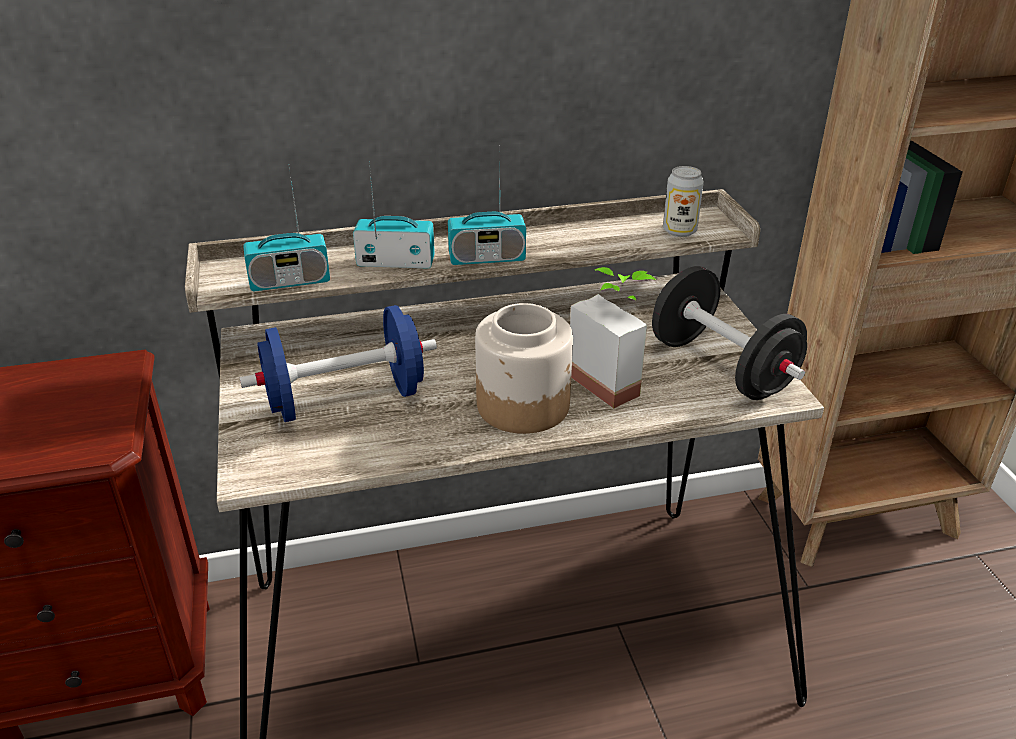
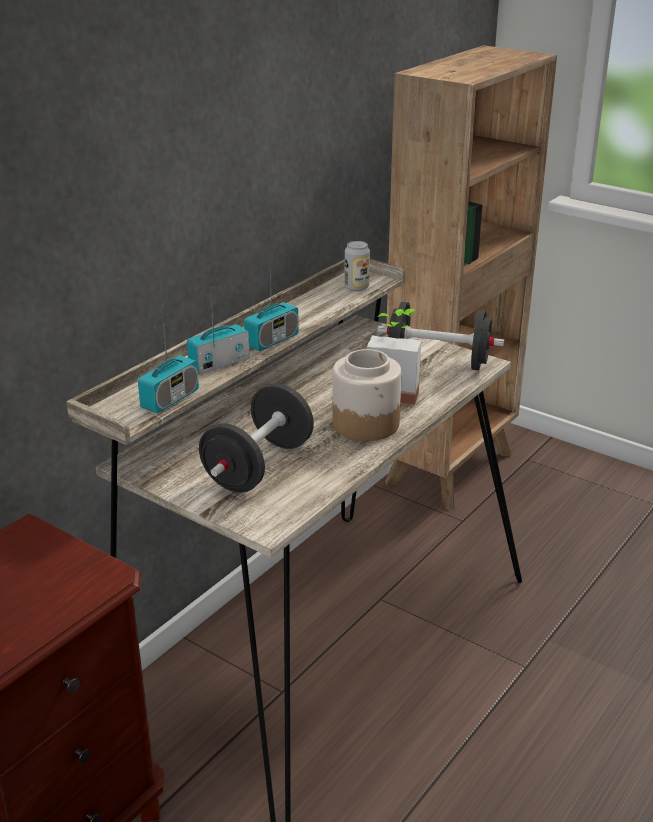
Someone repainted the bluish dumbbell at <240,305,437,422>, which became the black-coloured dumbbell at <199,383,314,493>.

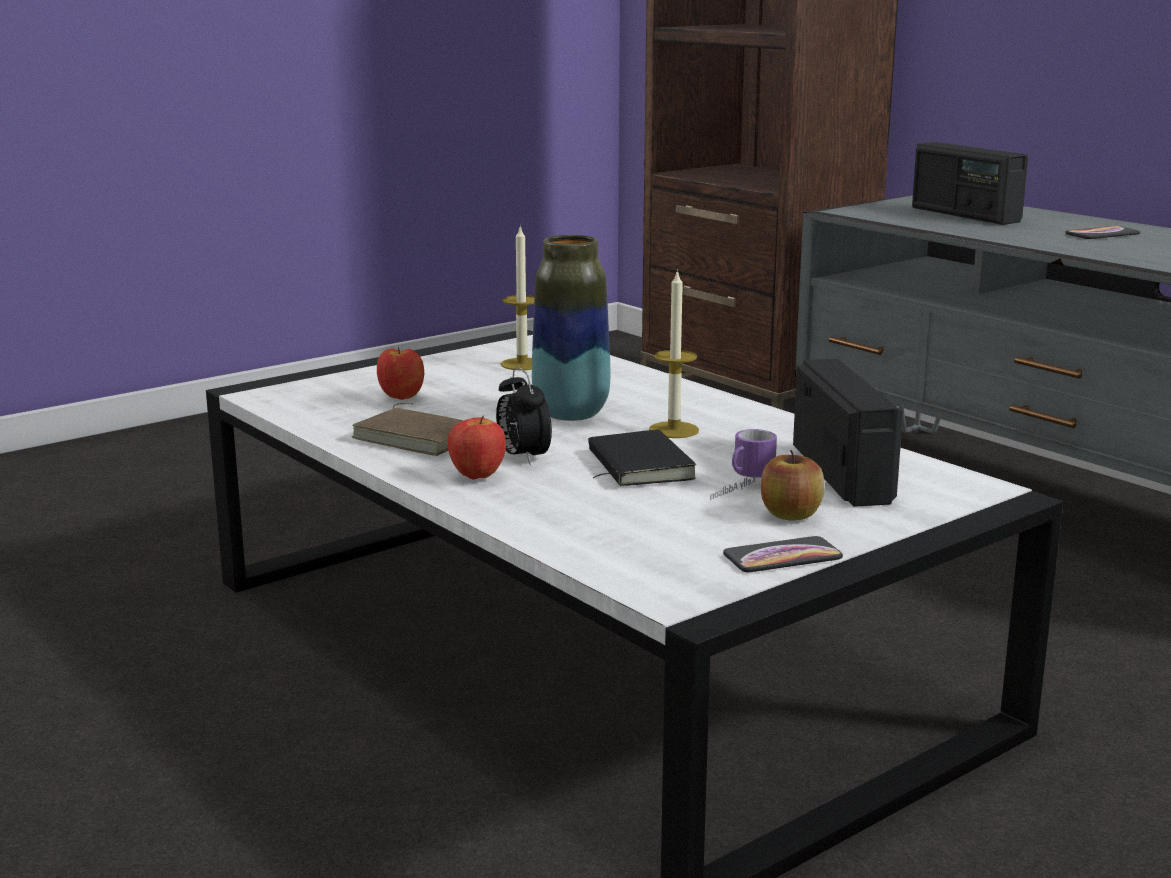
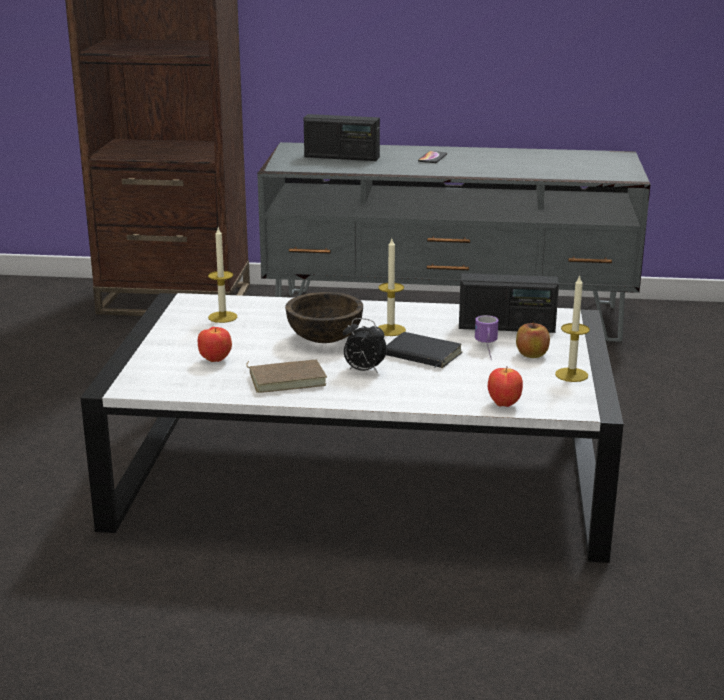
Someone carried the apple fruit from <448,415,506,480> to <488,367,523,407>. Someone swapped the vase at <532,235,611,421> for the brown bowl at <285,292,363,343>. Someone swapped the telephone at <723,536,843,572> for the candle at <555,275,590,382>. Someone rotated the radio at <793,359,903,507> by 150 degrees clockwise.

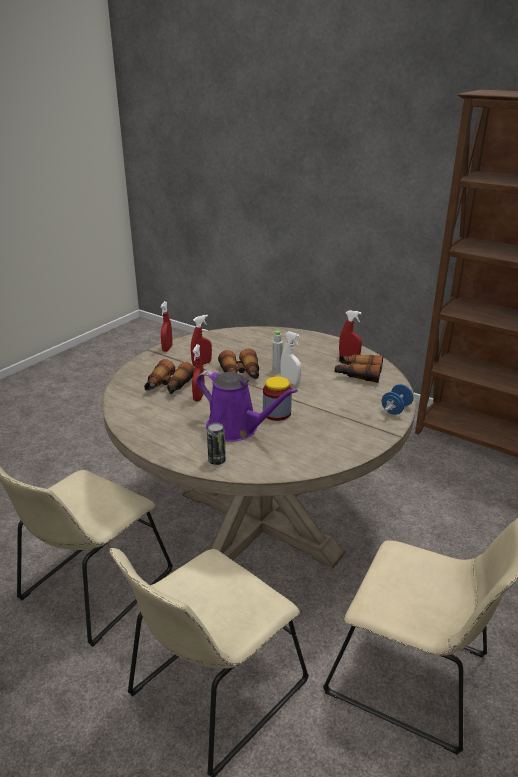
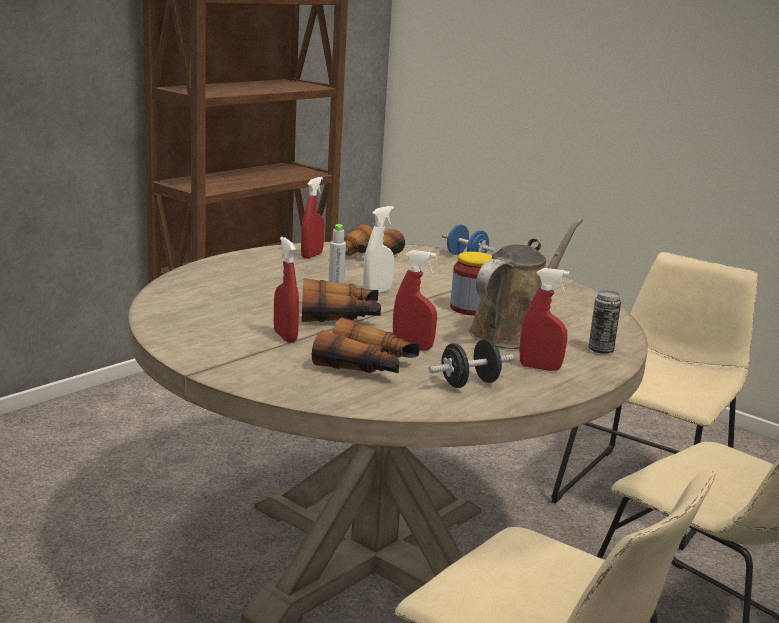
Someone carried the reddish sprayer from <160,301,173,352> to <519,268,570,371>. Someone repainted the purplish watering pot at <197,370,297,442>, which became the brown watering pot at <469,218,583,349>. Someone put down the black-coloured dumbbell at <429,339,514,388>.

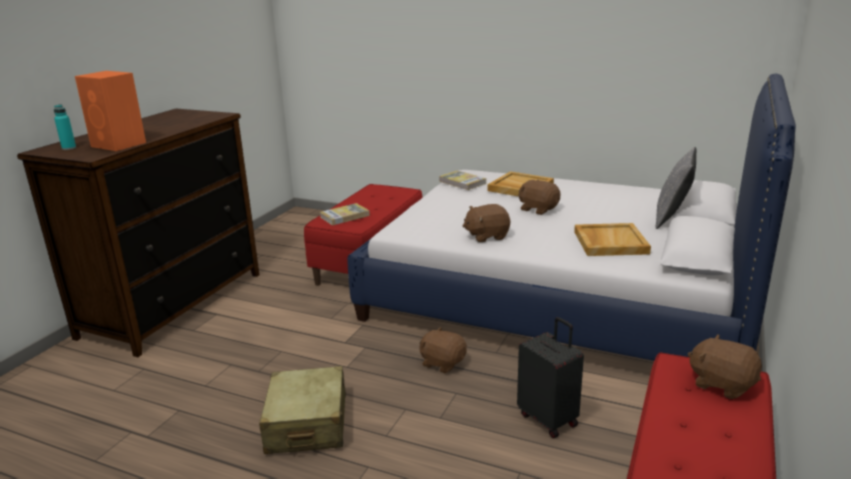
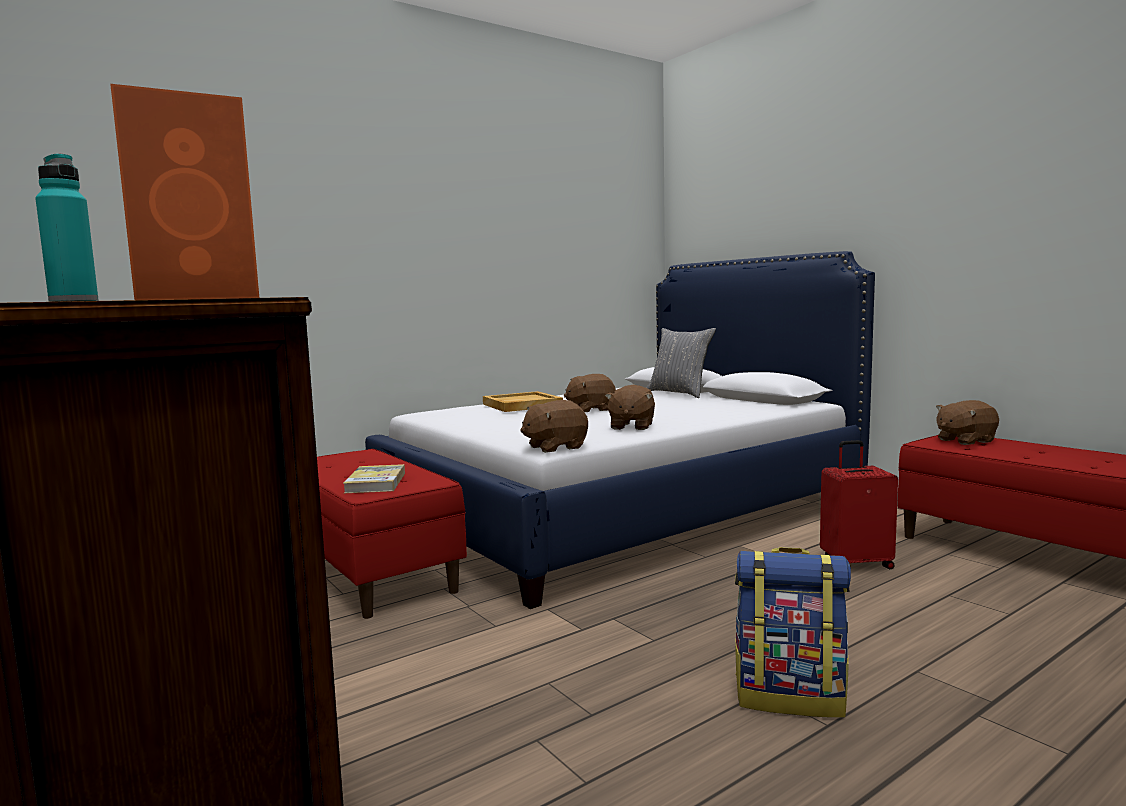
Someone swapped the sand-coloured piece of luggage at <259,366,346,454> for the rucksack at <735,547,851,717>. Someone carried the brown plush toy from <419,327,467,373> to <520,400,588,453>. Someone took away the book at <439,171,486,190>. Someone repainted the black-coloured piece of luggage at <517,317,584,438>, which became the reddish piece of luggage at <820,440,898,569>. Someone took away the sand-coloured carrying tray at <574,223,651,256>.

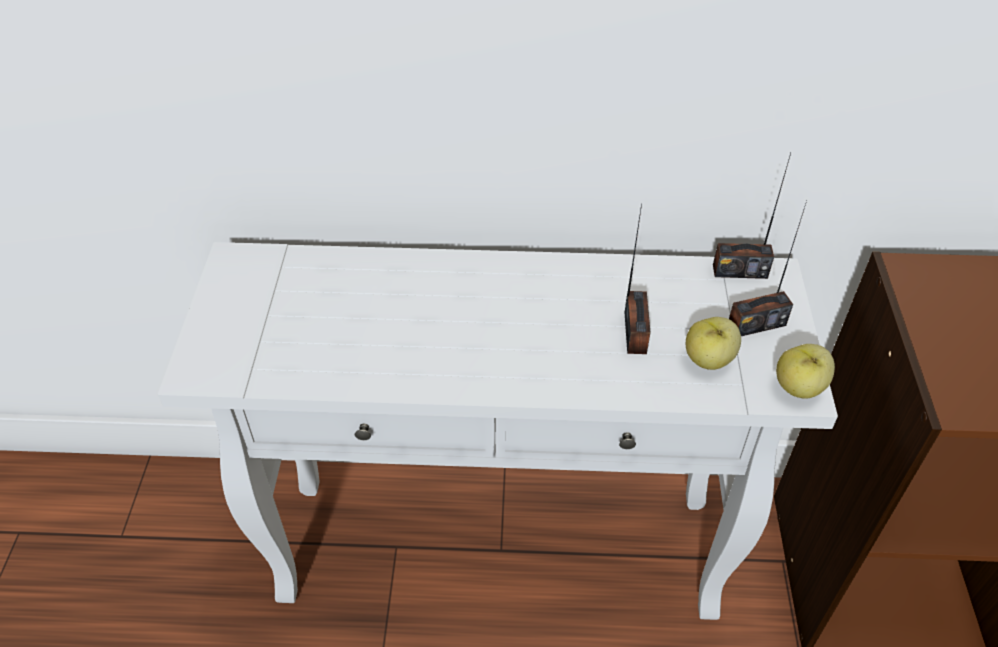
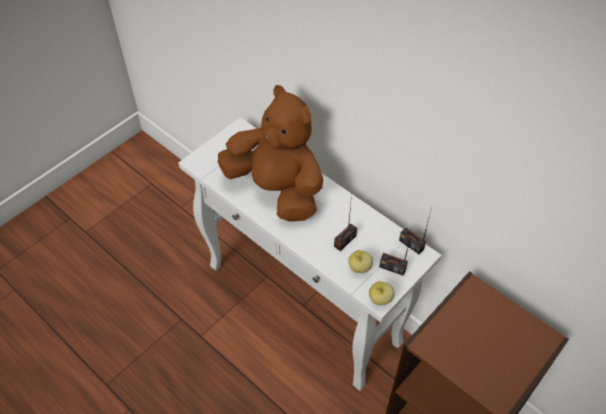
Someone put down the brown plush toy at <218,85,323,222>.

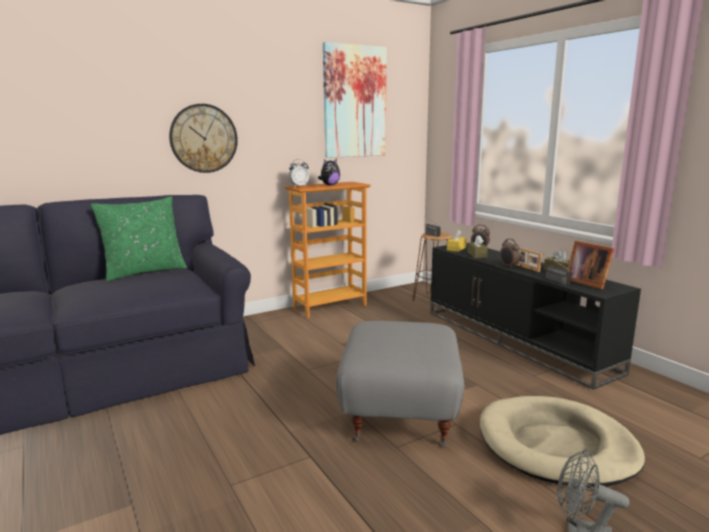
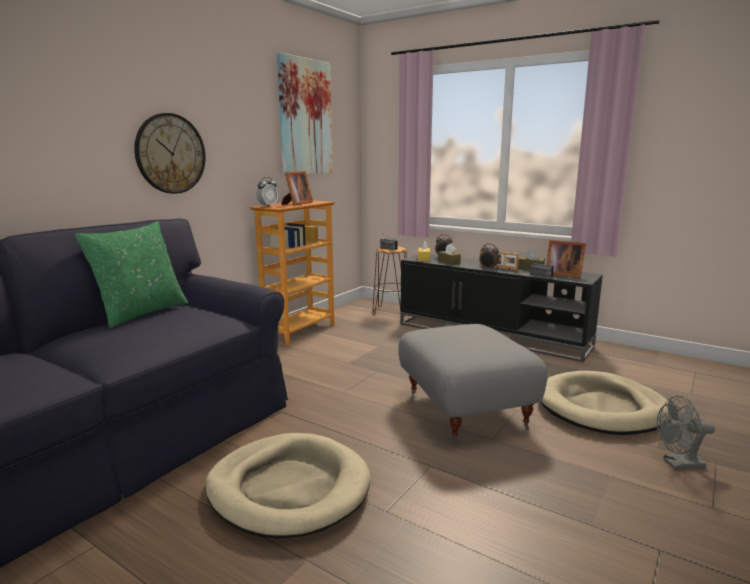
Someone swapped the plush toy at <318,158,340,186> for the photo frame at <281,171,313,206>. Someone put down the sand-coloured pet bed at <205,433,371,538>.

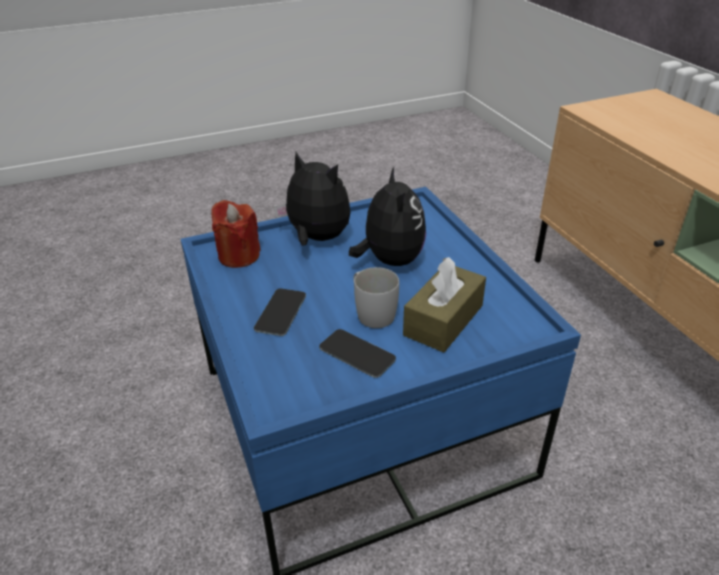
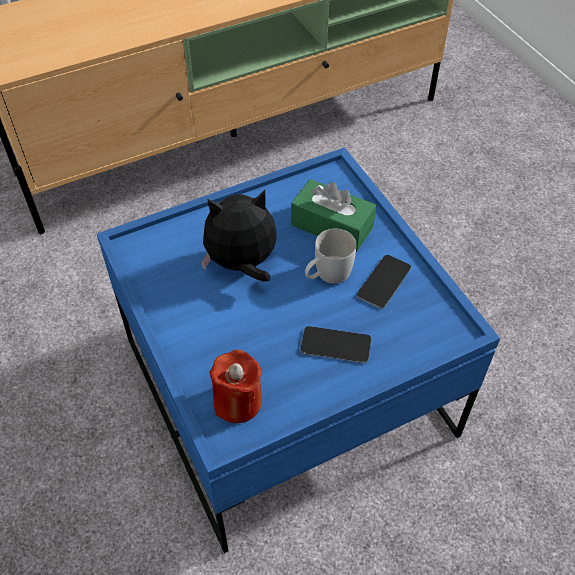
Someone took away the plush toy at <274,152,351,246>. Someone repainted the brown tissue box at <403,257,486,353>, which became the green tissue box at <291,179,376,252>.

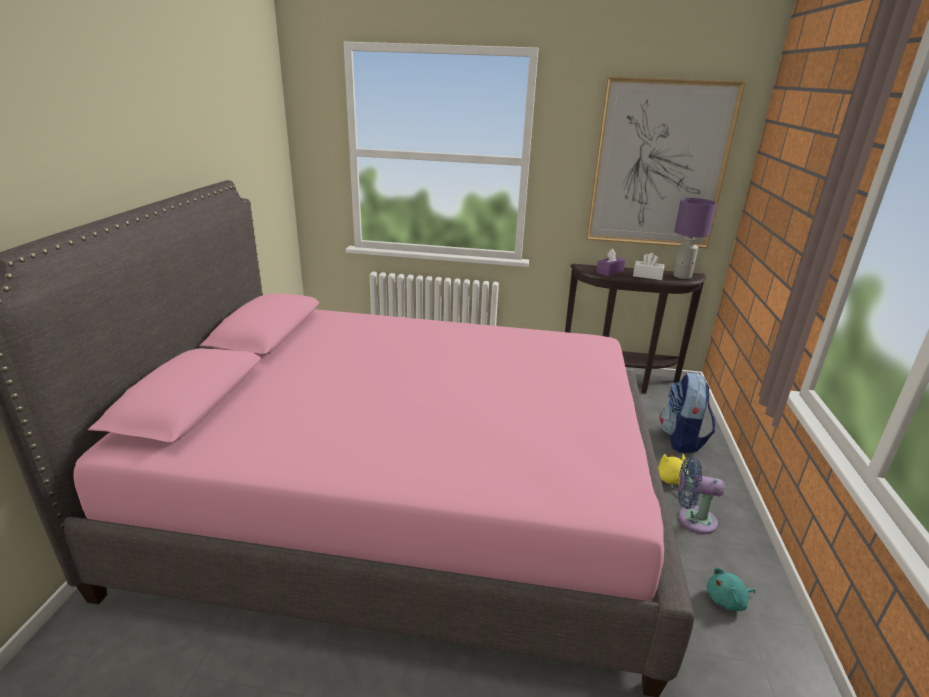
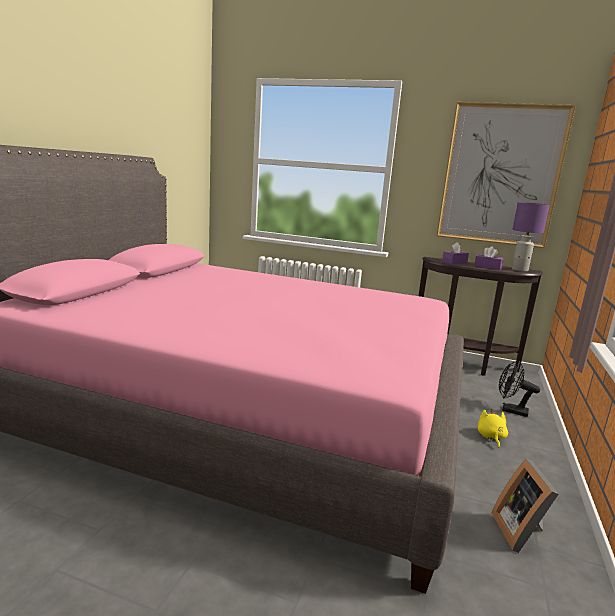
Someone repainted the white-coloured tissue box at <633,253,665,280>, which became the purplish tissue box at <474,246,503,270>. Someone swapped the rucksack at <660,372,715,453> for the black-coloured electric fan at <499,361,540,417>. Someone took away the bluish electric fan at <678,457,724,534>. Someone swapped the turquoise-coloured plush toy at <707,568,756,611> for the photo frame at <492,459,559,553>.

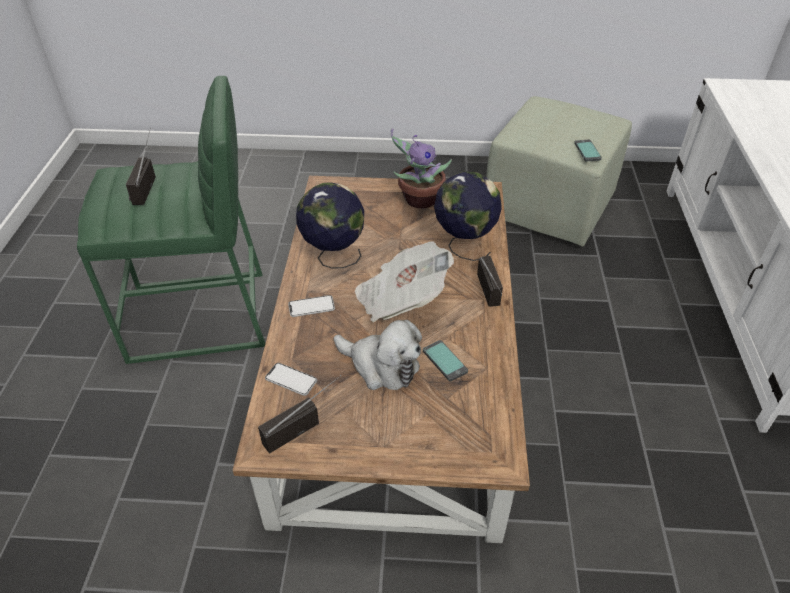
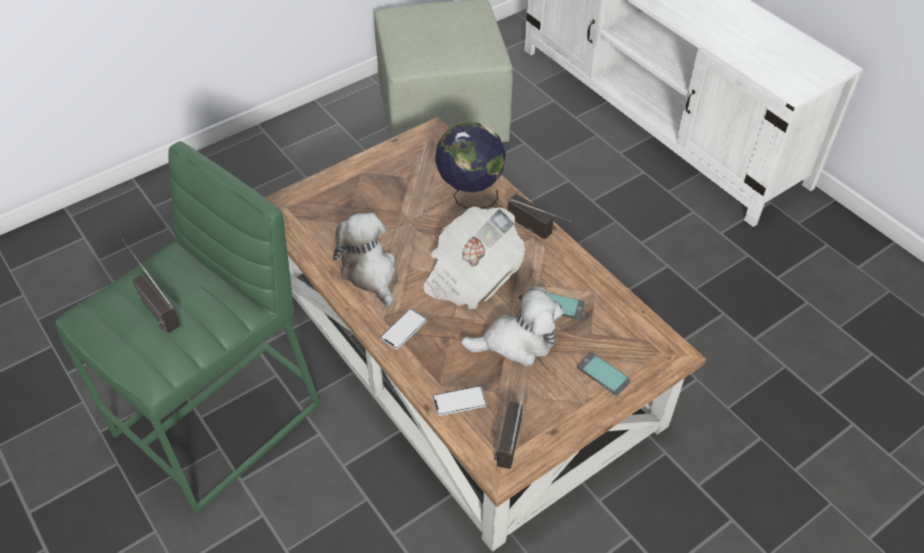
Someone swapped the world globe at <296,182,364,269> for the plush toy at <333,213,395,306>. Someone took away the plant in a pot at <391,129,452,208>. Someone carried the telephone from <574,140,602,162> to <577,352,631,395>.

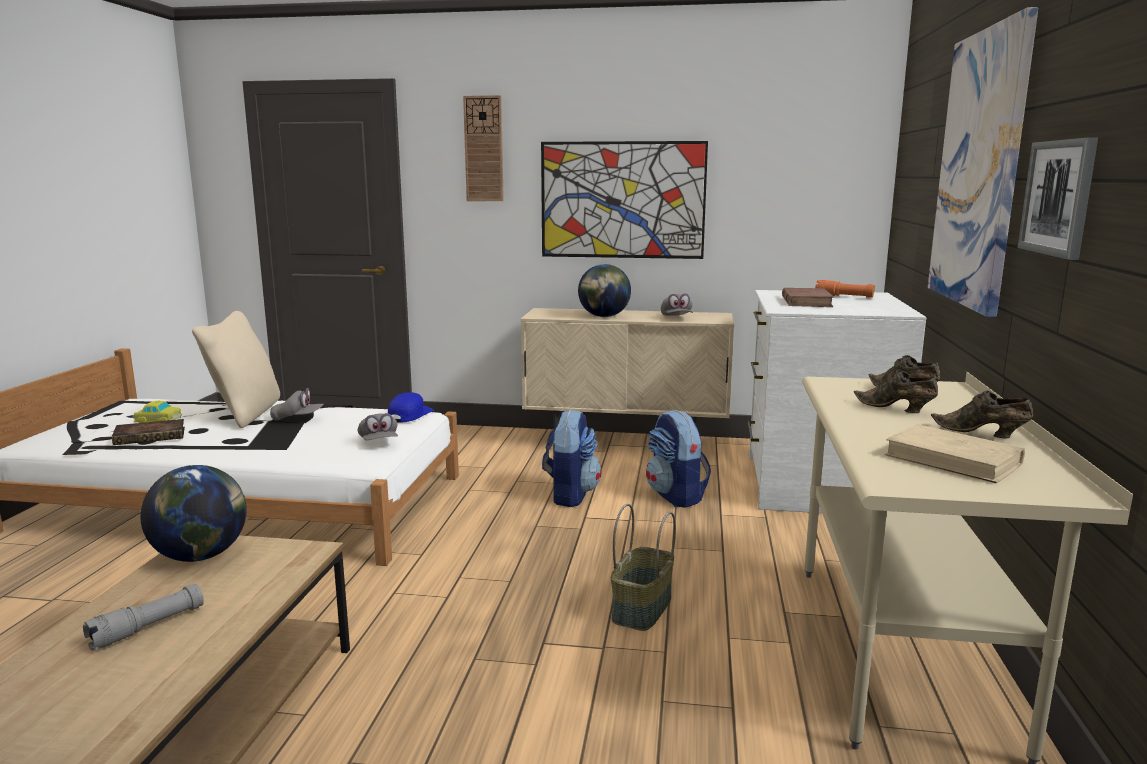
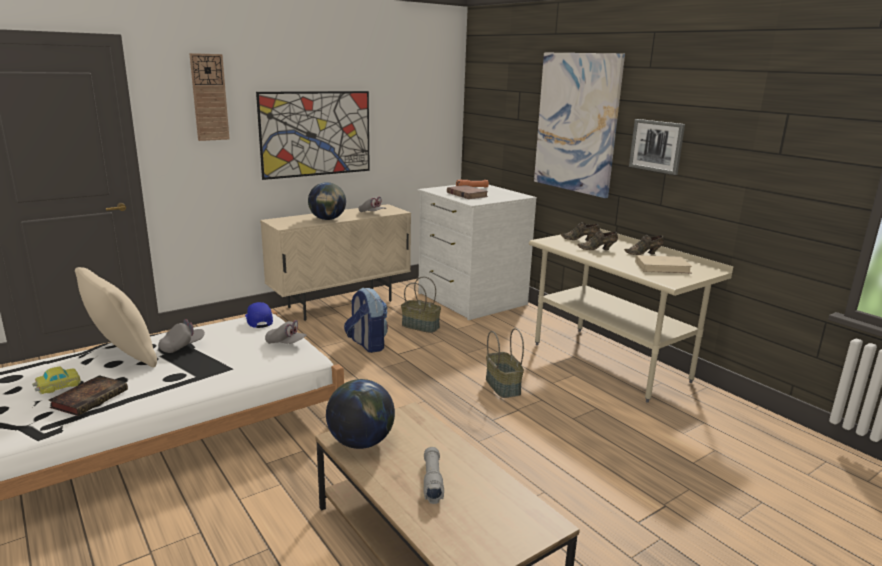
Someone swapped the rucksack at <646,410,711,508> for the household basket at <401,277,441,333>.

